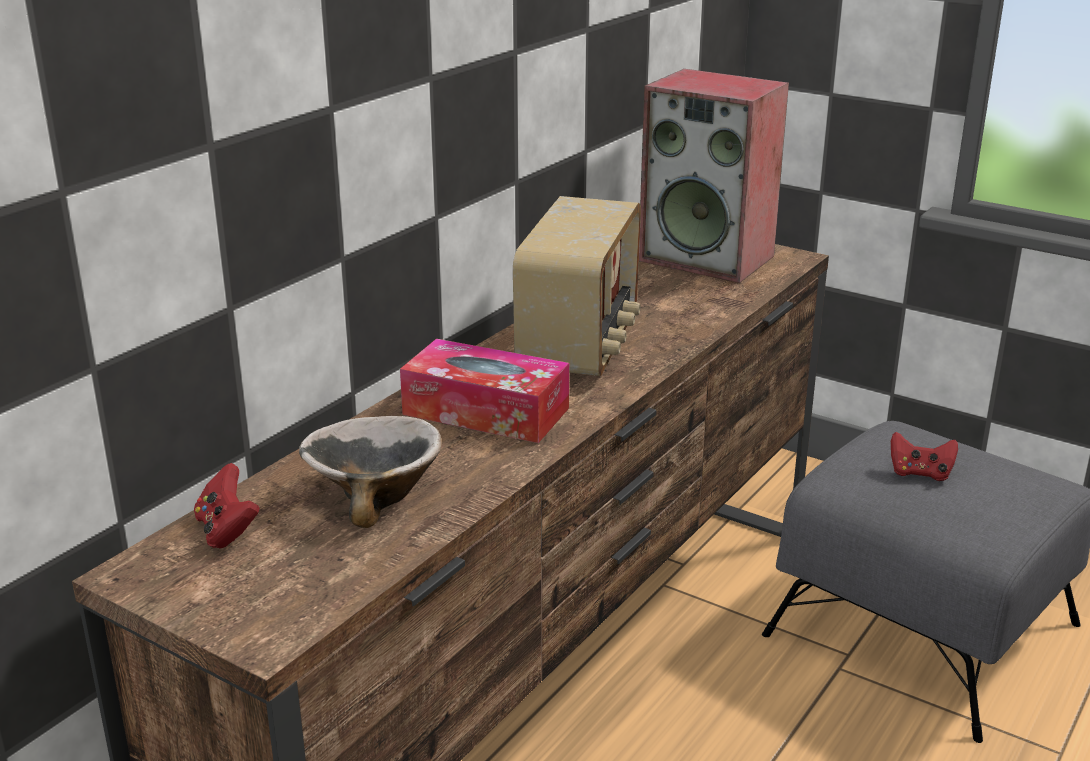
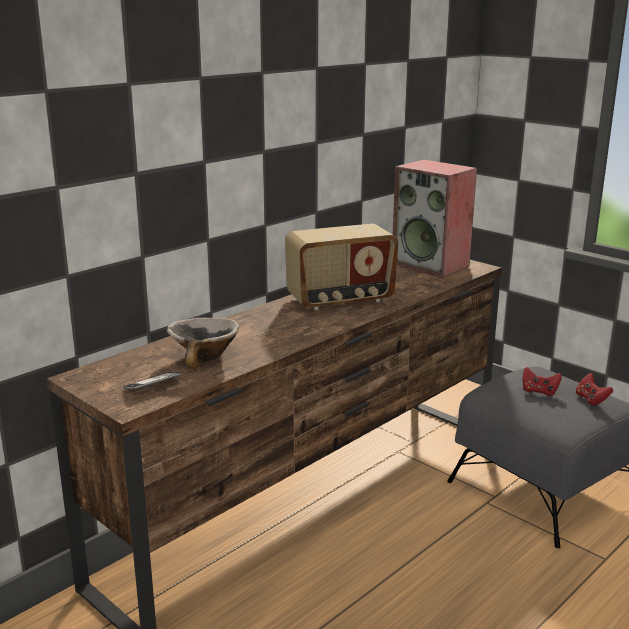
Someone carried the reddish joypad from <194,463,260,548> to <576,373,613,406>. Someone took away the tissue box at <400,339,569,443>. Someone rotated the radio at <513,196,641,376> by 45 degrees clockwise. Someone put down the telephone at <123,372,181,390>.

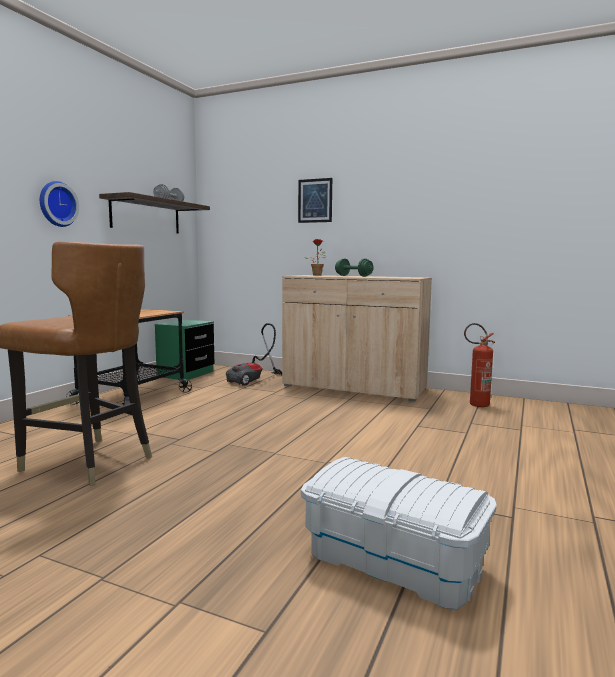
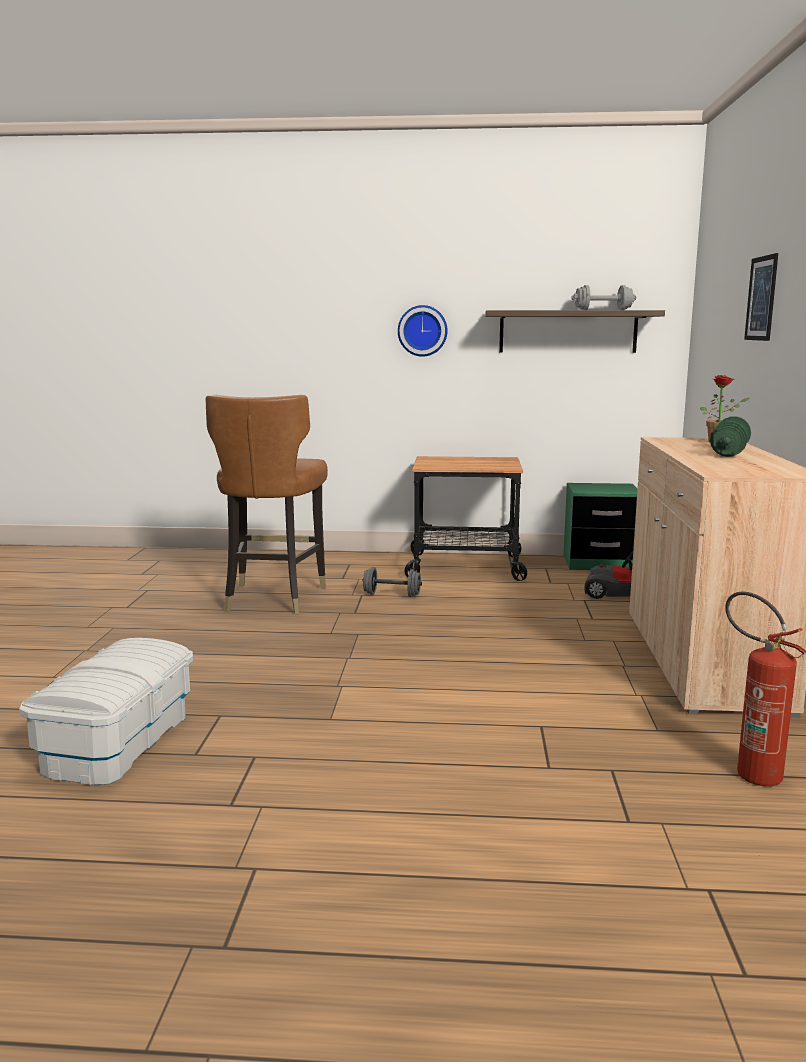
Someone put down the gray dumbbell at <363,567,422,597>.

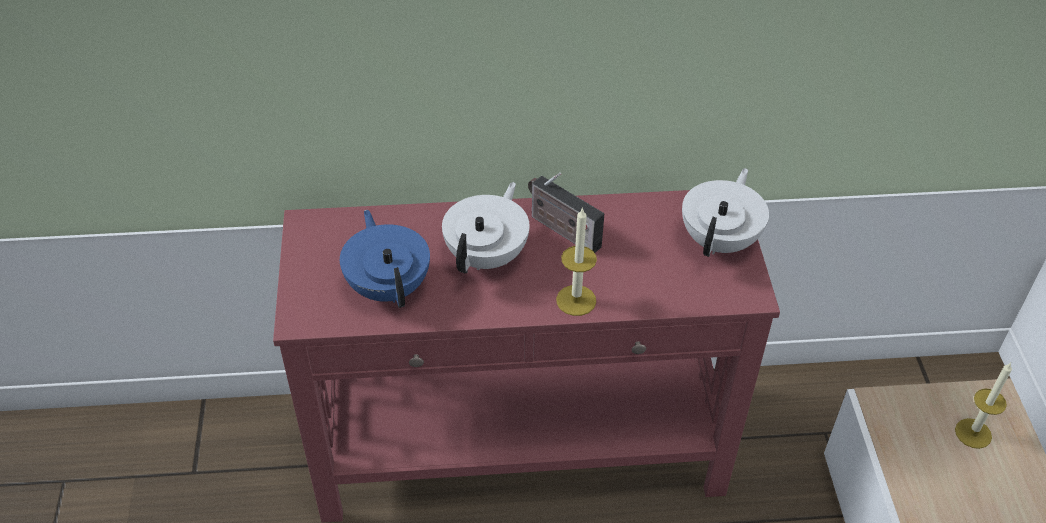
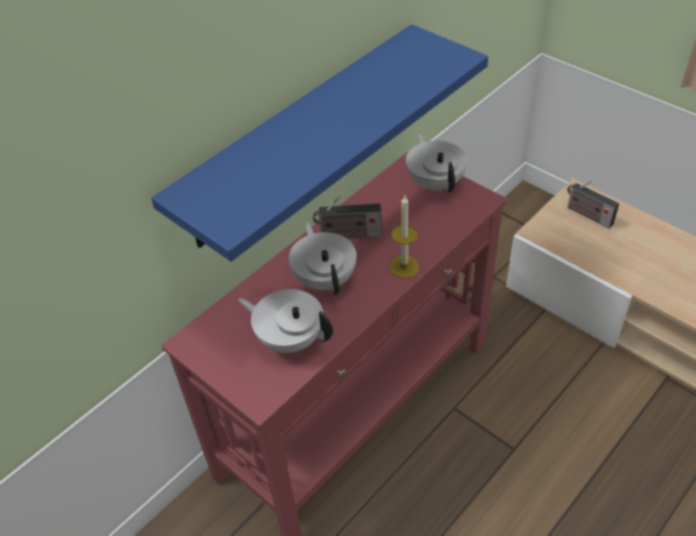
Someone repainted the bluish pot for tea at <340,210,430,308>, which became the white-coloured pot for tea at <238,289,333,353>. Someone swapped the candle at <955,363,1012,449> for the radio at <567,180,619,229>. Someone put up the bluish wall shelf at <151,24,488,262>.

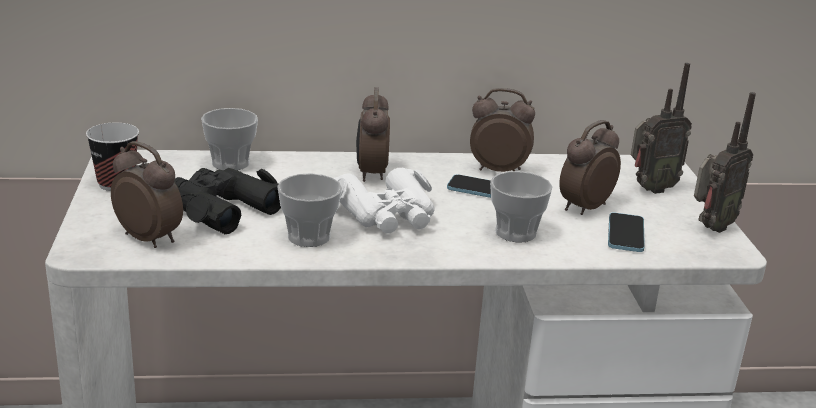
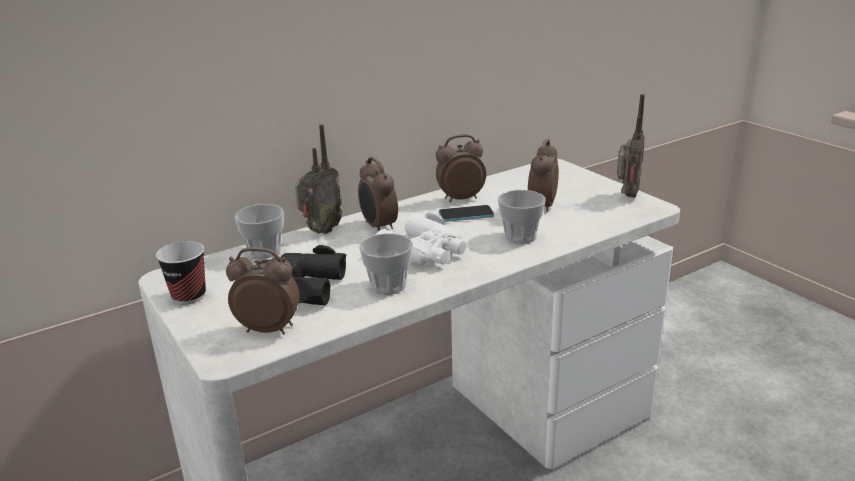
Someone took away the telephone at <608,213,645,252>. Someone carried the radio from <631,63,692,194> to <295,124,342,234>.

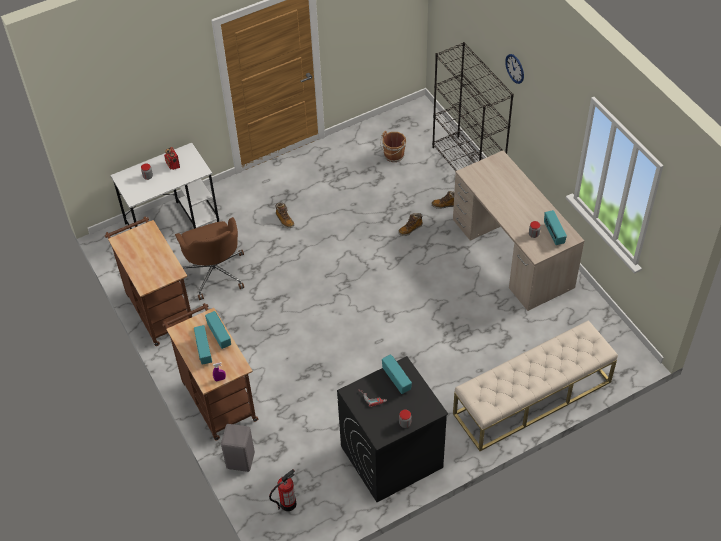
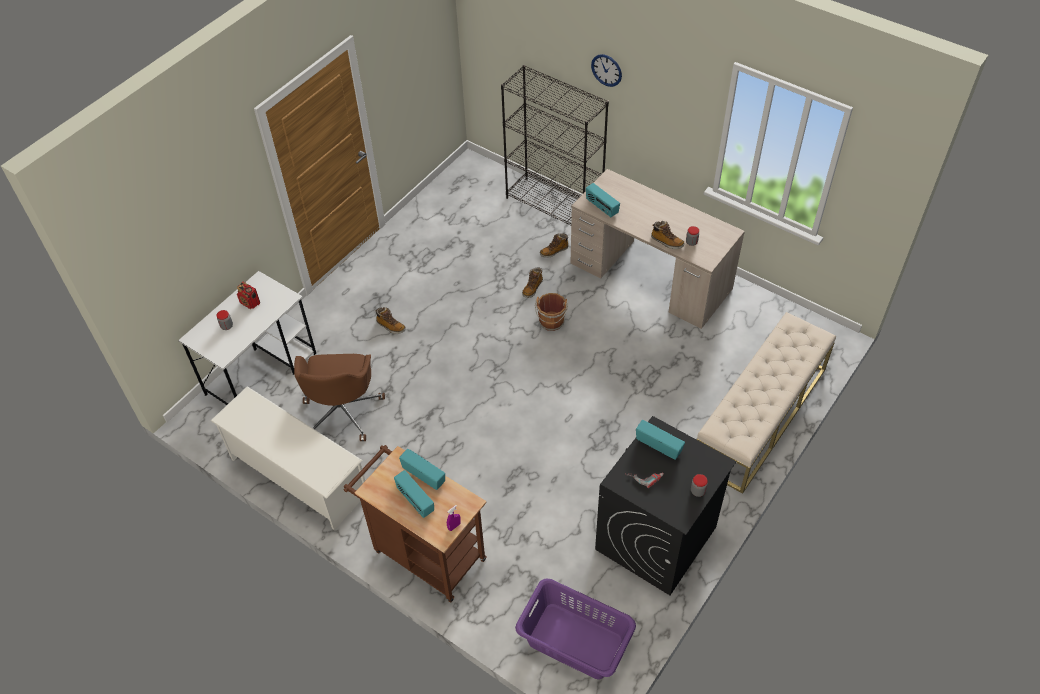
Someone swapped the brown trolley at <105,216,192,346> for the white-coloured shoe rack at <211,386,365,530>. Someone rotated the brown computer chair at <175,217,244,300> by 45 degrees clockwise. Someone took away the gray stool seat at <221,424,255,472>. Someone swapped the fire-fighting cylinder at <269,469,296,511> for the purplish laundry basket at <515,579,636,680>. Someone carried the brown water bucket from <380,131,406,162> to <535,293,568,331>. Someone carried the radio from <544,210,567,245> to <586,183,620,218>. Someone put down the boot at <651,221,685,249>.

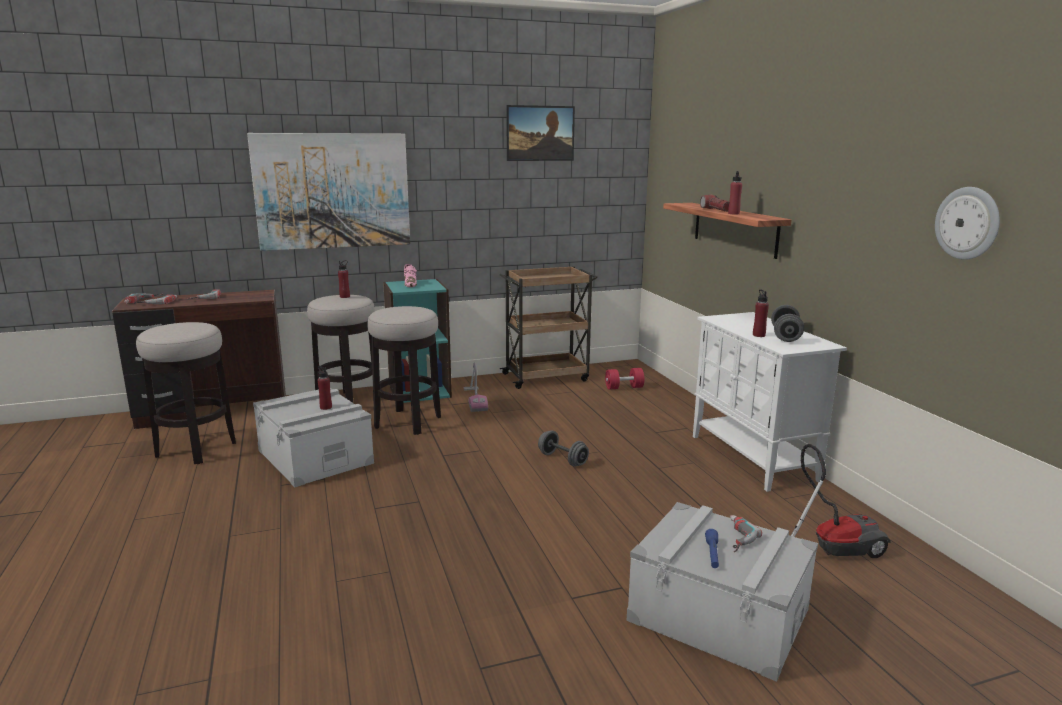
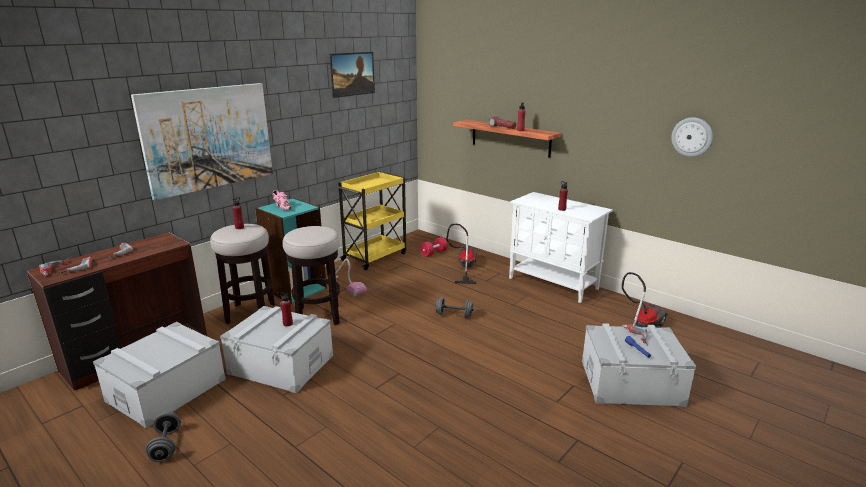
Someone swapped the stool seat at <136,322,236,464> for the gray storage bin at <93,322,225,428>. Someone repainted the brown trolley at <500,266,598,389>, which became the yellowish trolley at <336,172,407,270>. Someone carried the gray dumbbell from <771,305,804,342> to <146,411,181,462>. Someone put down the vacuum cleaner at <446,223,477,284>.

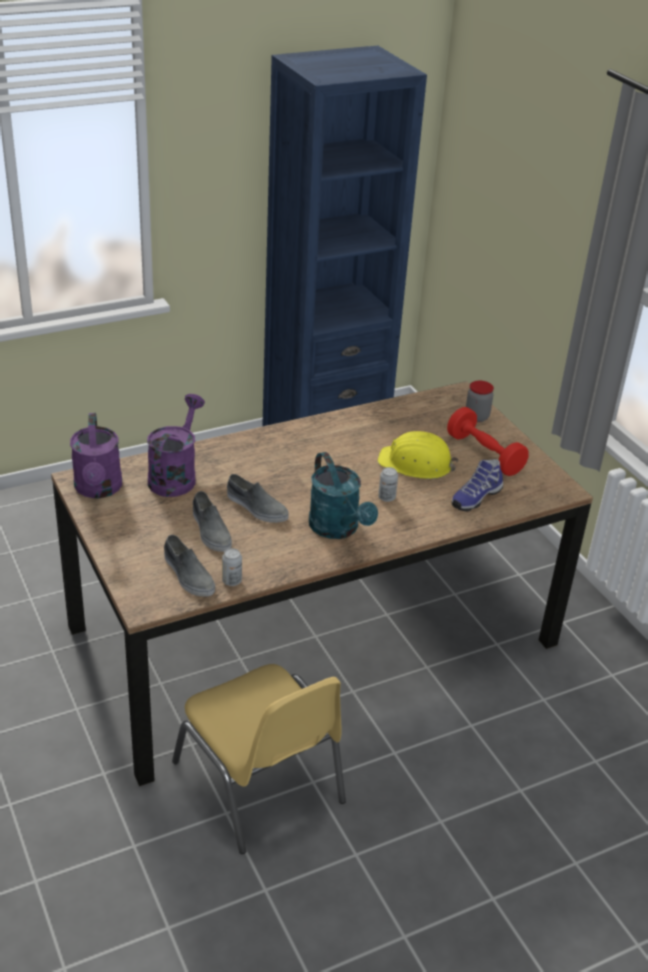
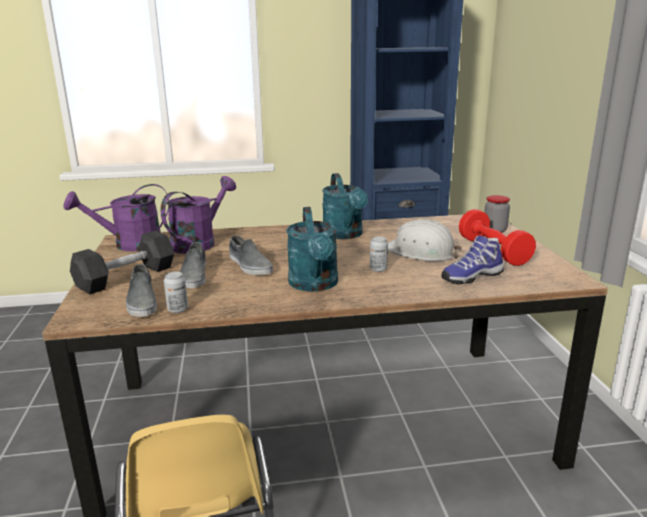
Someone rotated the purplish watering pot at <70,413,122,498> by 60 degrees clockwise. Someone repainted the yellowish hard hat at <378,431,458,479>, which became the white-coloured hard hat at <388,219,462,261>. Someone put down the black-coloured dumbbell at <70,231,174,295>. Someone put down the turquoise-coloured watering pot at <322,173,368,239>.

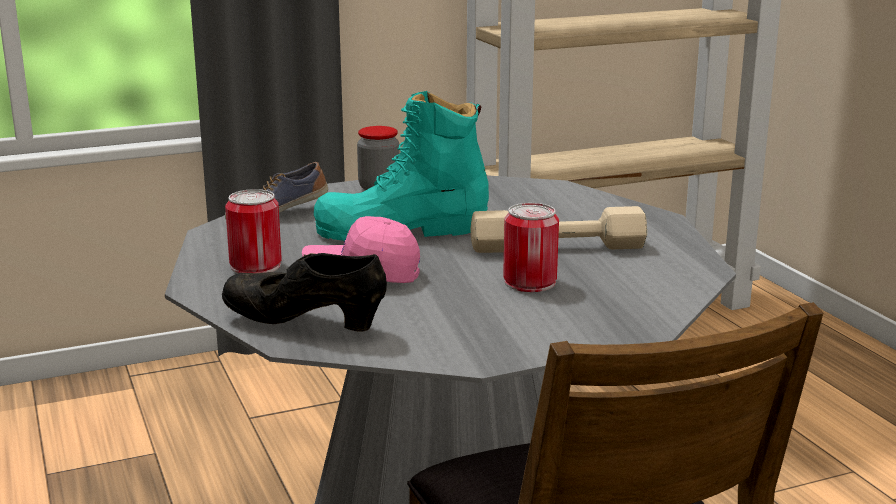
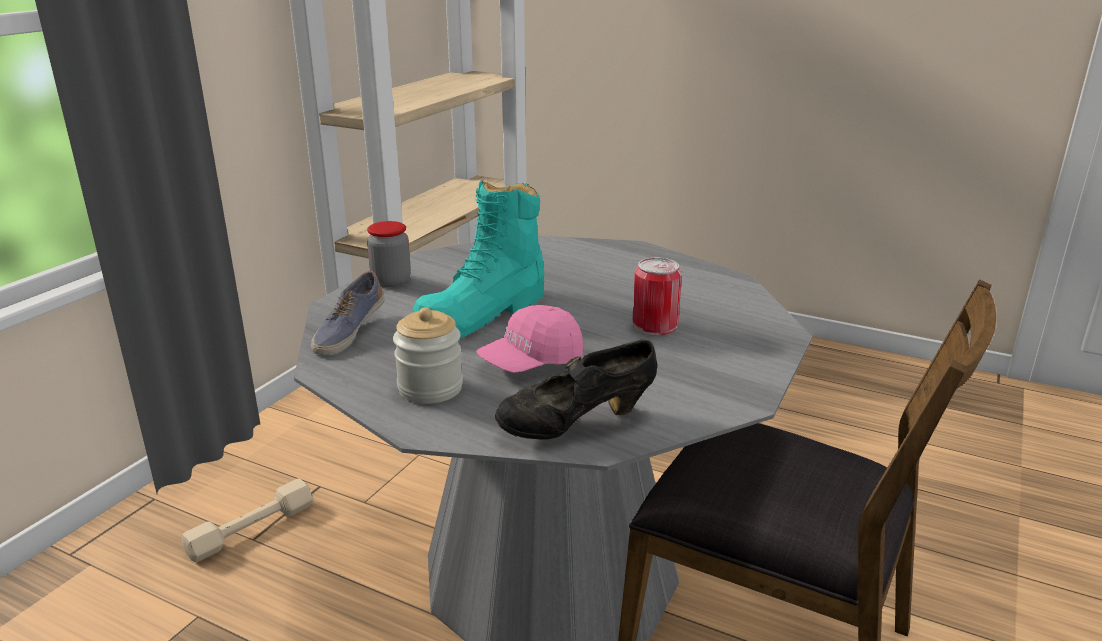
Someone swapped the sealed can at <225,189,282,273> for the preserve jar at <393,307,463,404>. Someone carried the sand-coloured dumbbell from <470,206,647,253> to <182,478,313,562>.

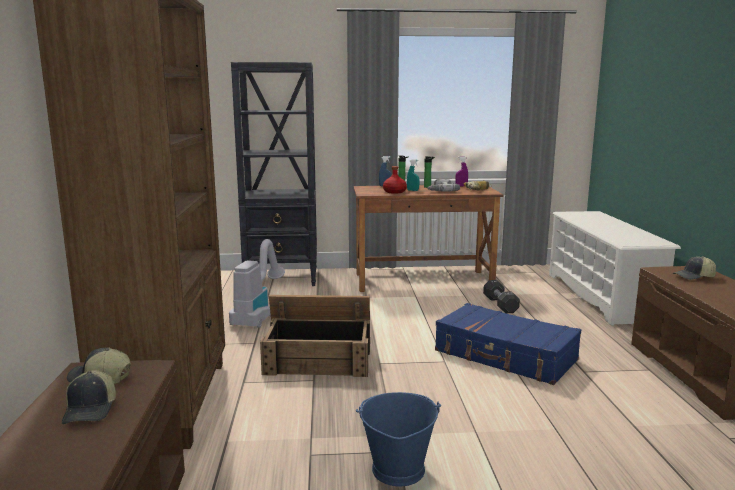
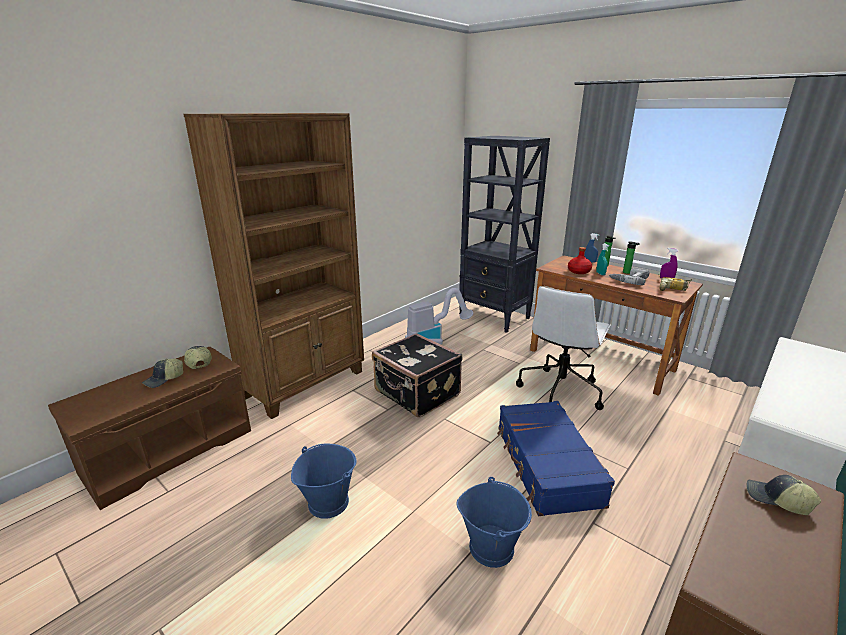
Someone swapped the shipping crate at <260,295,370,377> for the black-coloured piece of luggage at <372,333,462,418>. Someone took away the black-coloured dumbbell at <483,280,520,314>. Someone put down the bluish water bucket at <456,477,532,568>. Someone put down the white-coloured computer chair at <516,286,610,410>.

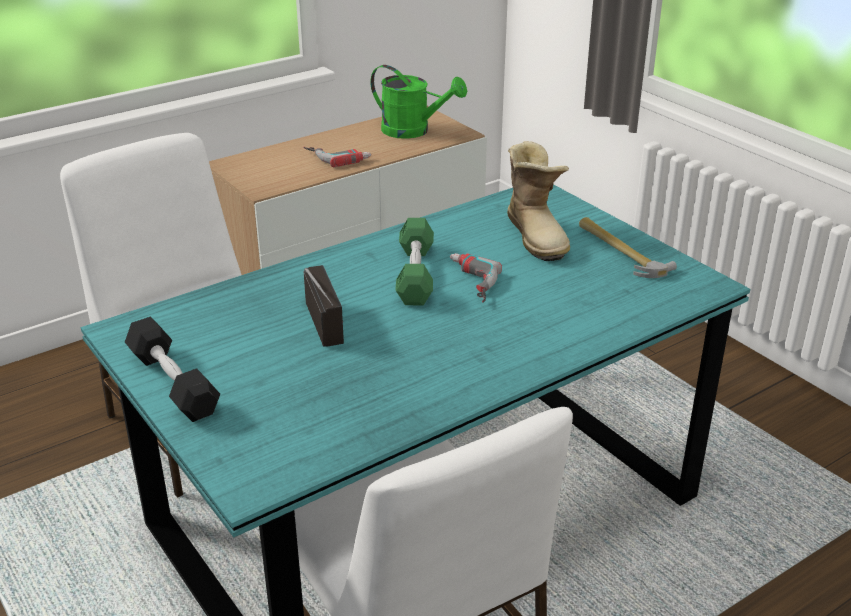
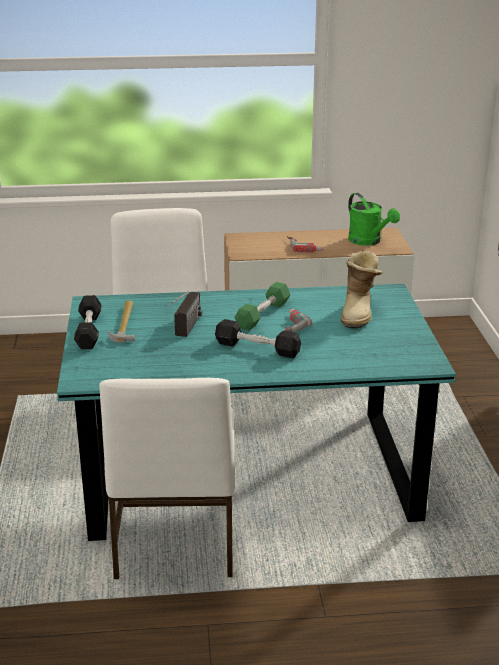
Someone carried the tool hammer from <579,217,677,278> to <108,300,135,343>. Someone put down the black-coloured dumbbell at <215,319,301,358>.

